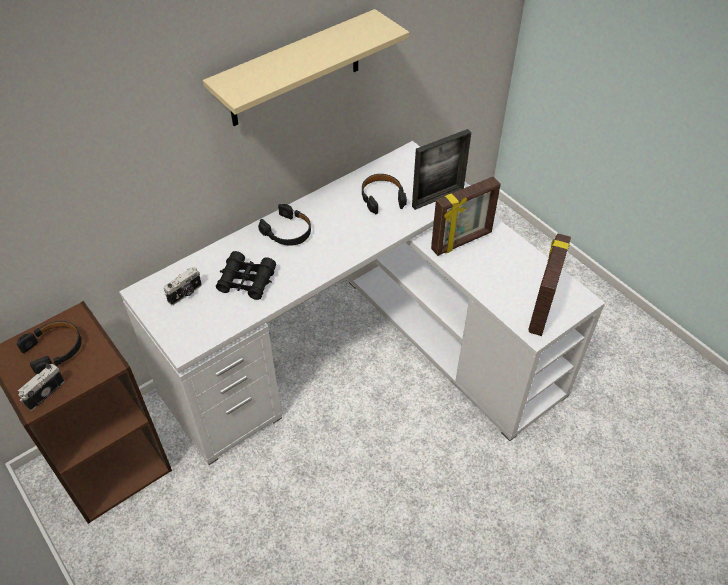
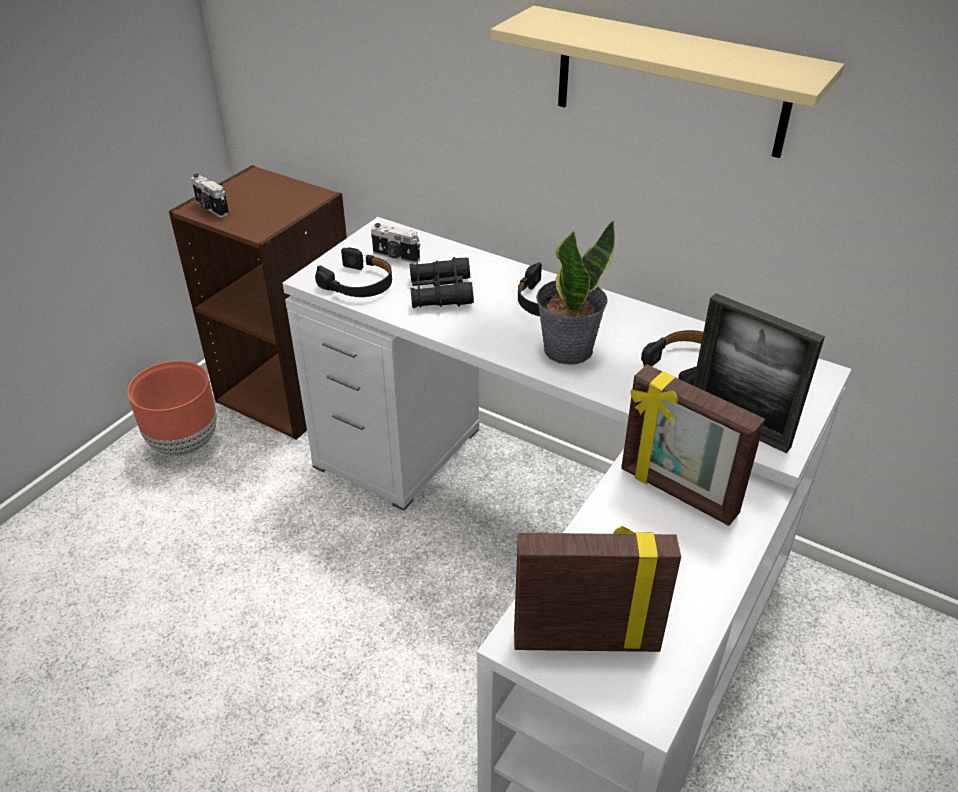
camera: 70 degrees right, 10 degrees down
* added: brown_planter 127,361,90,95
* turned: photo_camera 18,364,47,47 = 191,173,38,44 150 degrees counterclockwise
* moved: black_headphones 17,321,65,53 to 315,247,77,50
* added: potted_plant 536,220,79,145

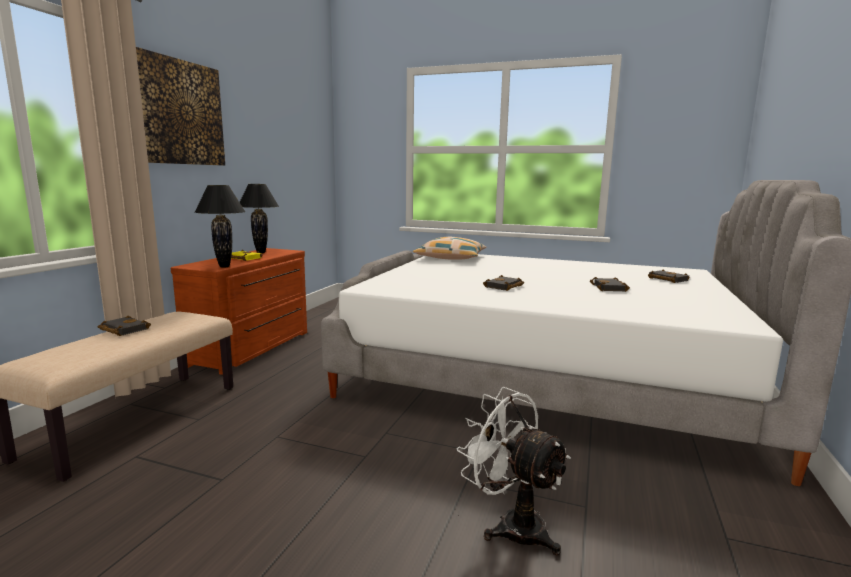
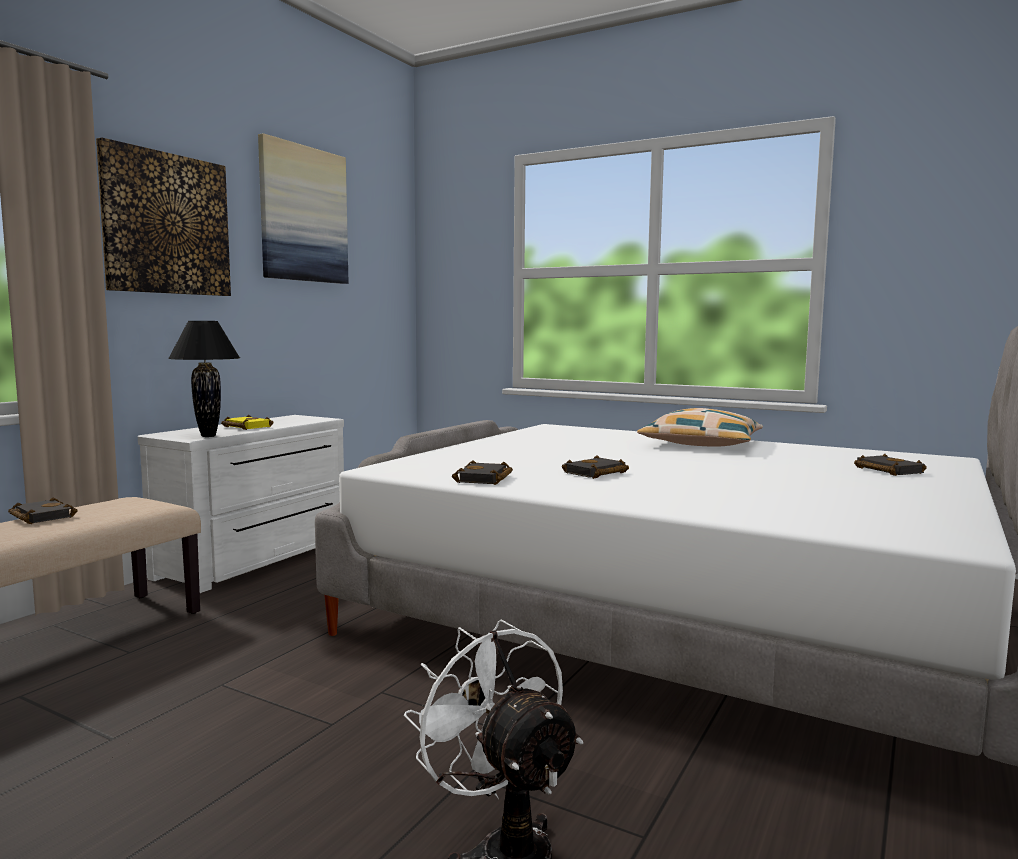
camera: 10 degrees right, 5 degrees down
* recoloured: brown_dresser 171,248,136,127 to white_dresser 138,415,206,178
* added: picture 258,133,90,151
* moved: black_book 590,277,40,15 to 452,460,61,25
* moved: pillow 413,237,73,23 to 637,408,126,39
* removed: black_table_lamp 240,184,39,69

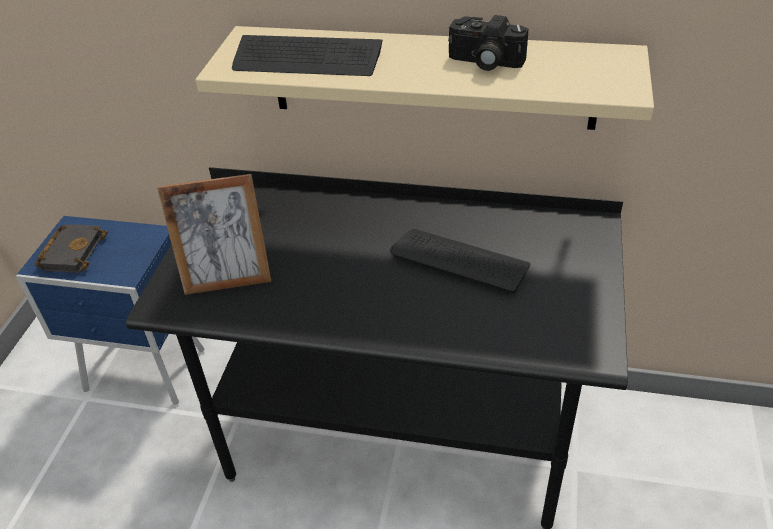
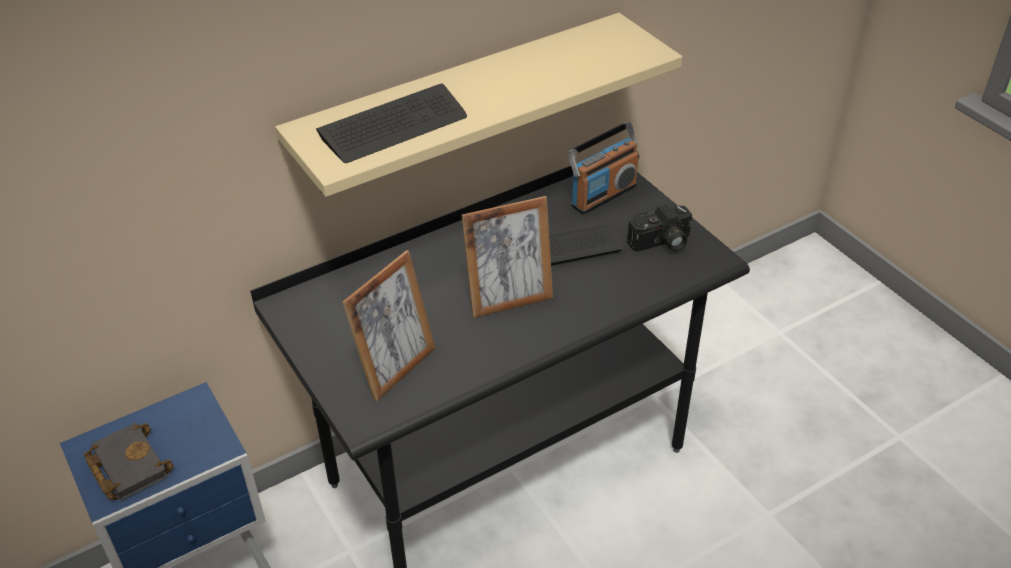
camera: 45 degrees left, 0 degrees up
* added: picture_frame 462,196,91,122
* added: radio 567,122,72,93
* moved: photo_camera 448,15,81,56 to 627,204,65,47

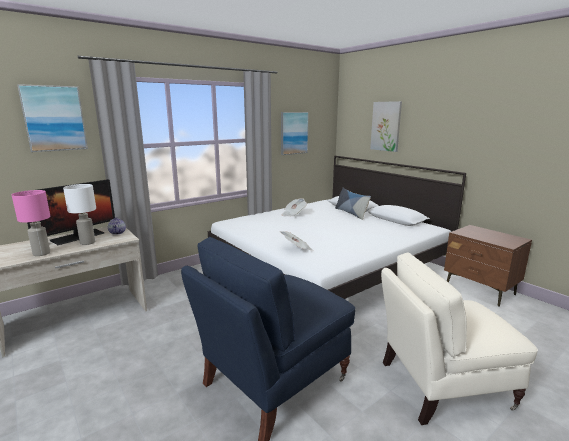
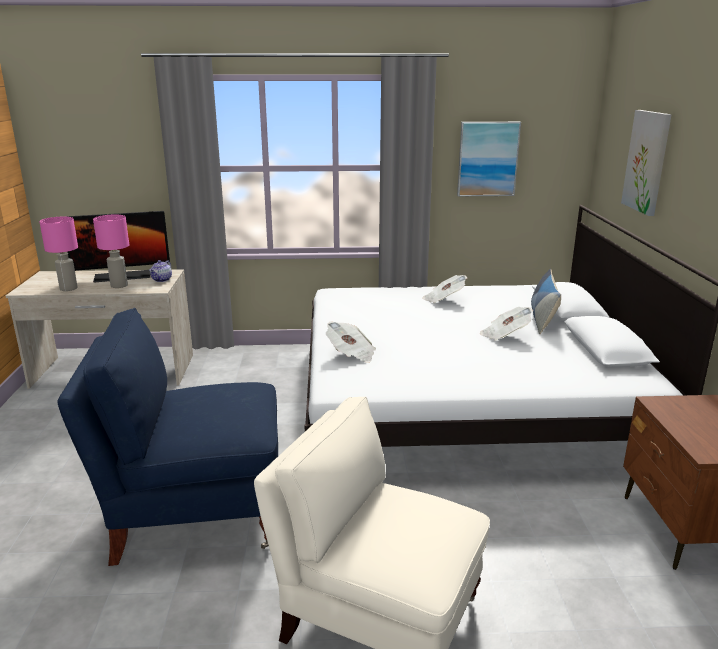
camera: 35 degrees right, 5 degrees up
* recoloured: white_table_lamp 63,184,33,61 to pink_table_lamp 93,215,36,73
* added: newspaper 480,307,53,33
* removed: picture 17,84,71,68

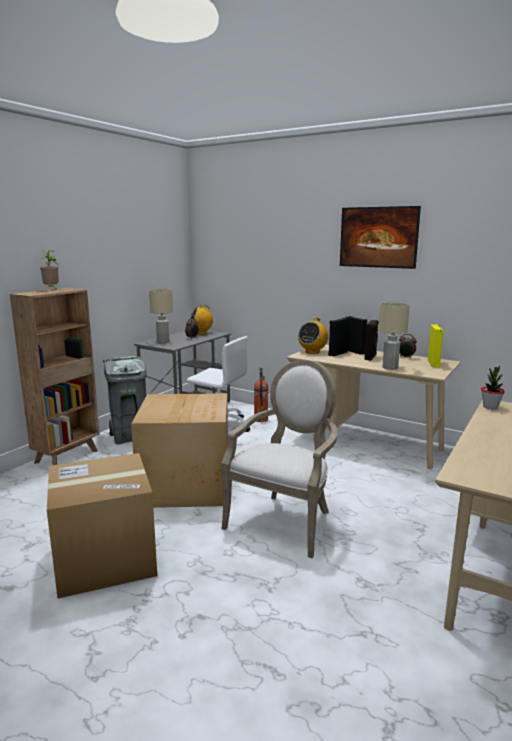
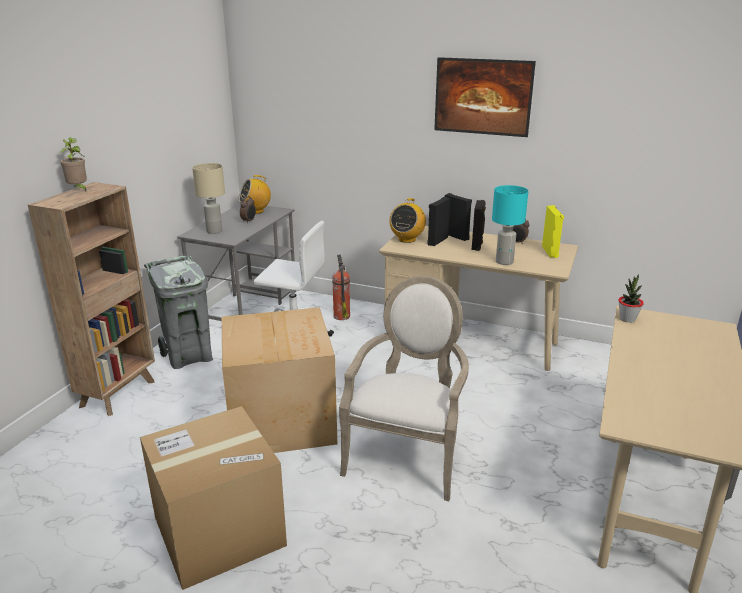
camera: 10 degrees left, 10 degrees up
* recoloured: beige_table_lamp 379,302,31,68 to turquoise_table_lamp 492,185,37,80

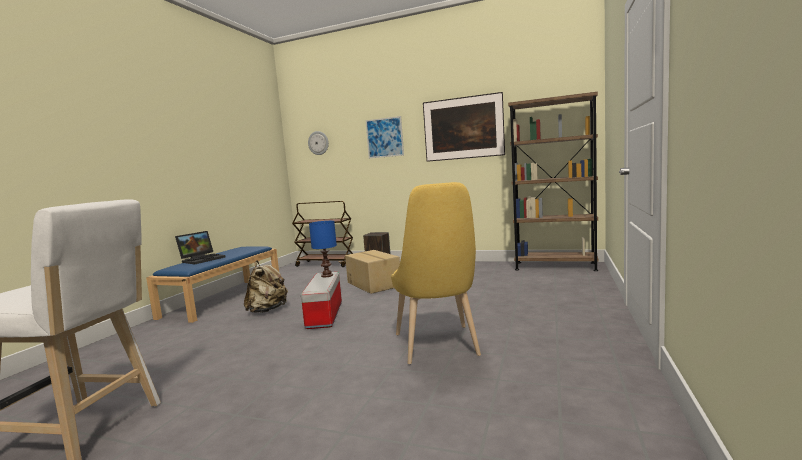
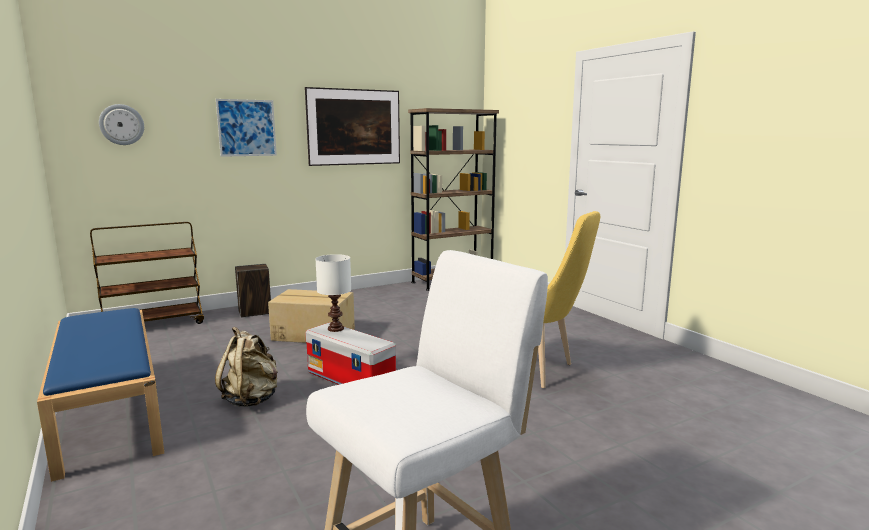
camera: 50 degrees left, 5 degrees up
* recoloured: blue_table_lamp 309,221,28,56 to white_table_lamp 315,254,36,78
* removed: laptop 175,231,51,34

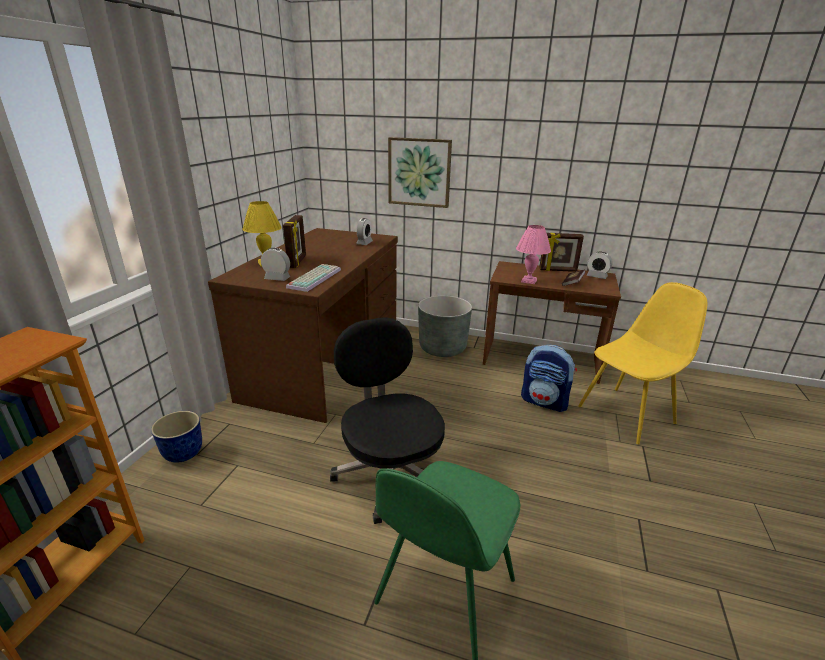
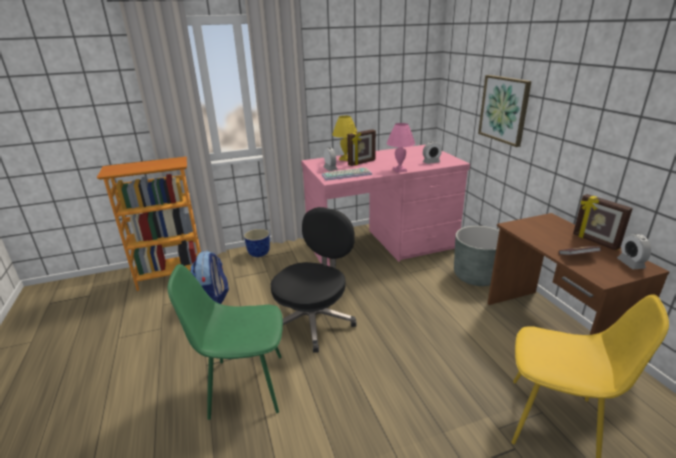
camera: 55 degrees right, 0 degrees up
* moved: backpack 521,345,56,67 to 190,250,39,54
* recoloured: brown_desk 208,228,190,195 to pink_desk 301,145,169,121
* moved: pink_table_lamp 516,225,35,59 to 386,123,29,50

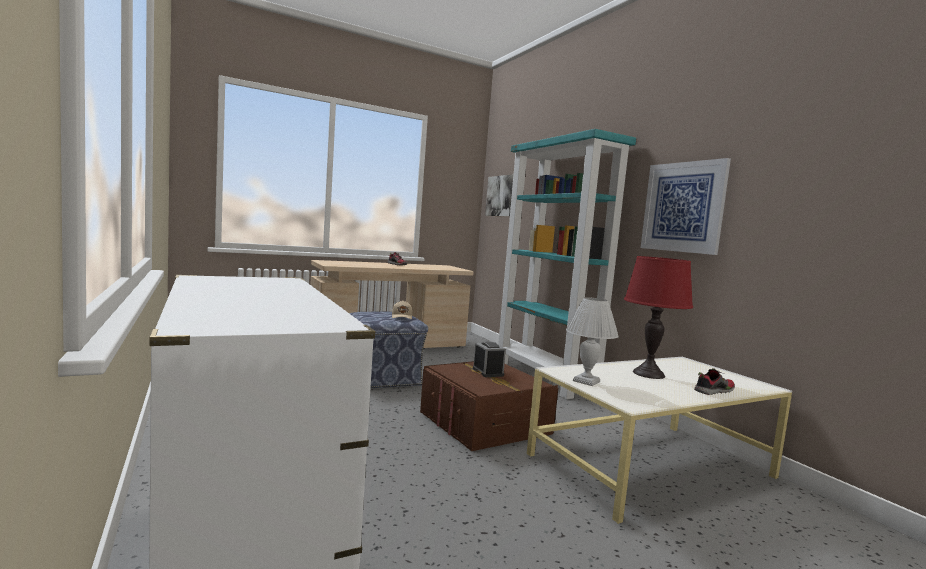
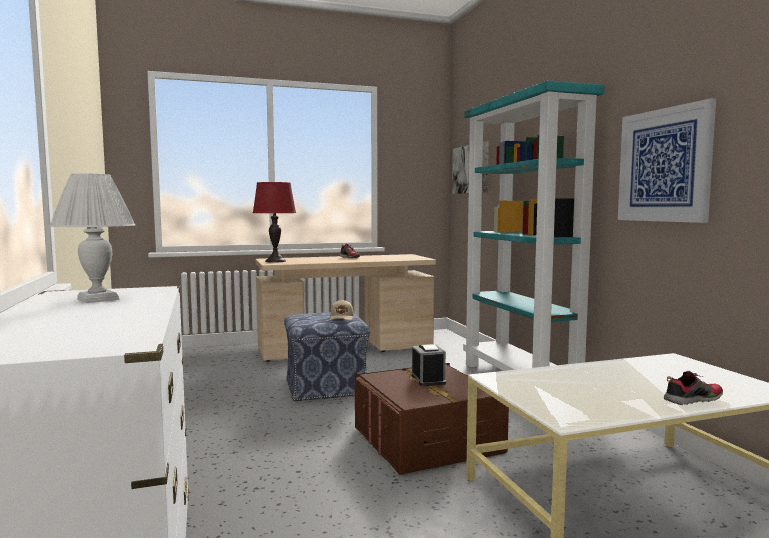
camera: 10 degrees right, 0 degrees up
* moved: white_table_lamp 566,297,53,89 to 49,173,86,130
* moved: red_table_lamp 624,256,69,123 to 252,182,44,81

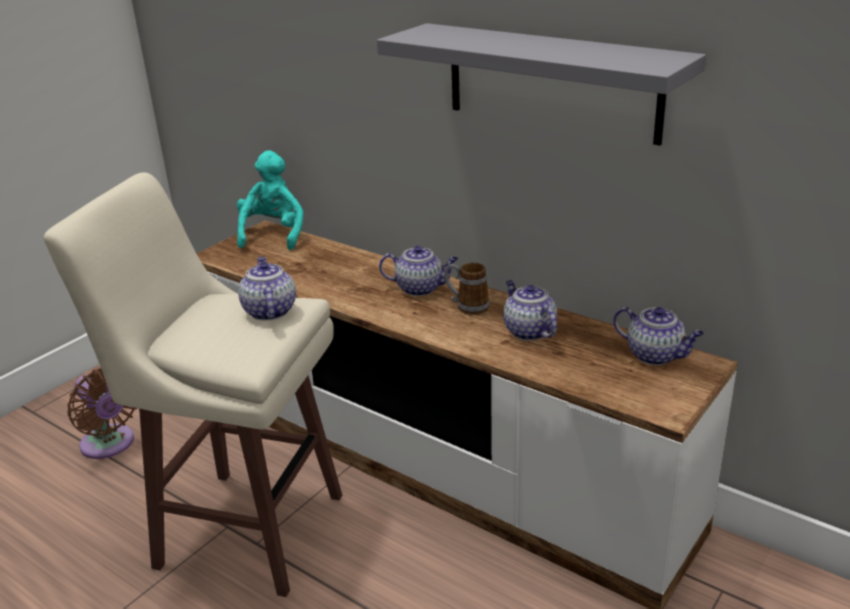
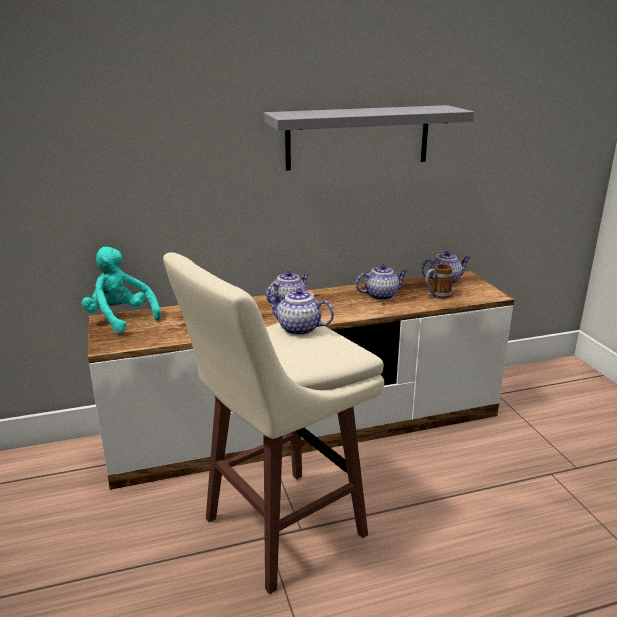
camera: 55 degrees left, 5 degrees down
* turned: teapot 503,280,54,61 = 356,264,52,36 150 degrees clockwise
* moved: mug 444,263,46,52 to 425,264,28,35
* removed: brown_fan 67,368,70,91

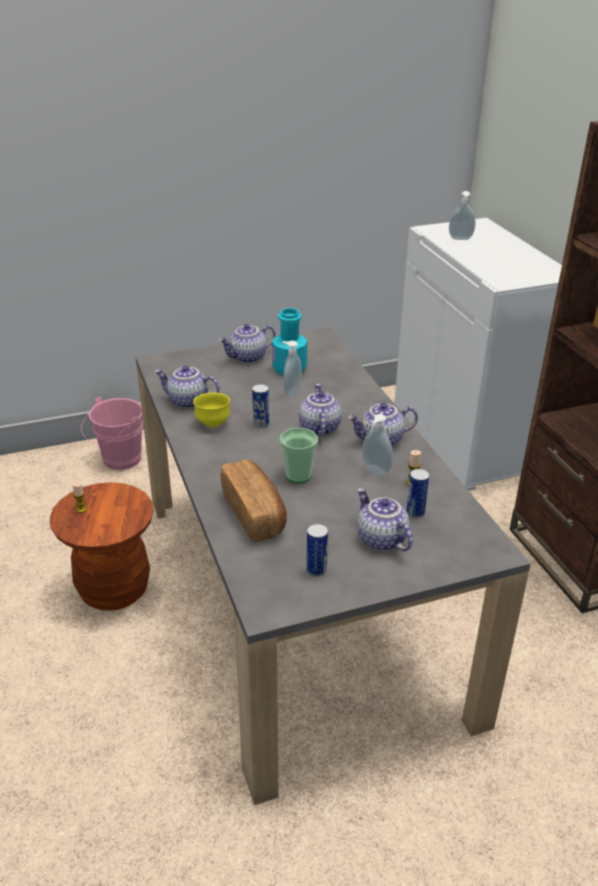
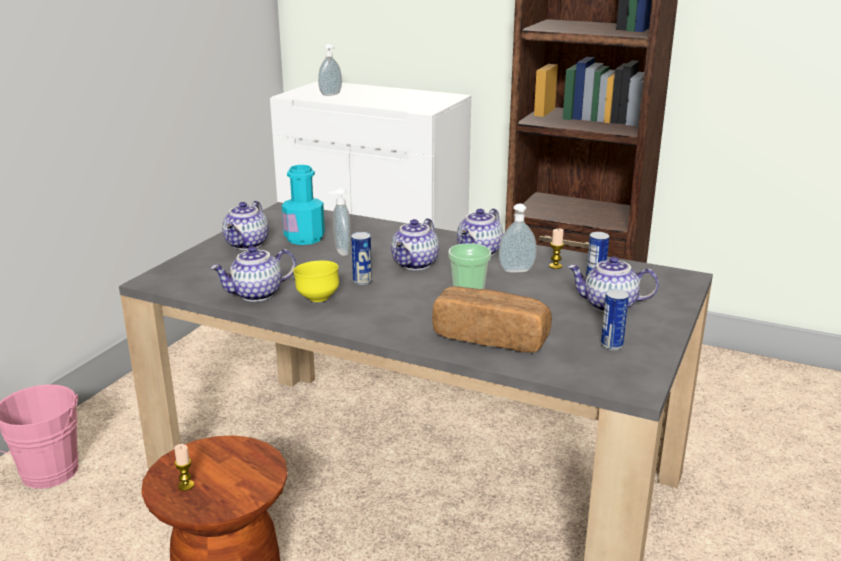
camera: 45 degrees left, 10 degrees down
* turned: teapot 299,384,43,52 = 391,218,48,52 105 degrees counterclockwise

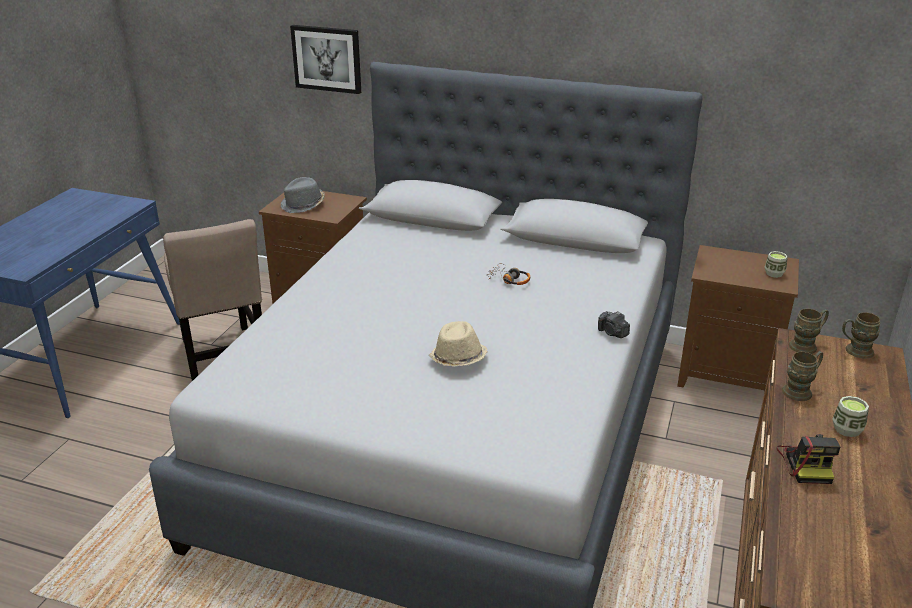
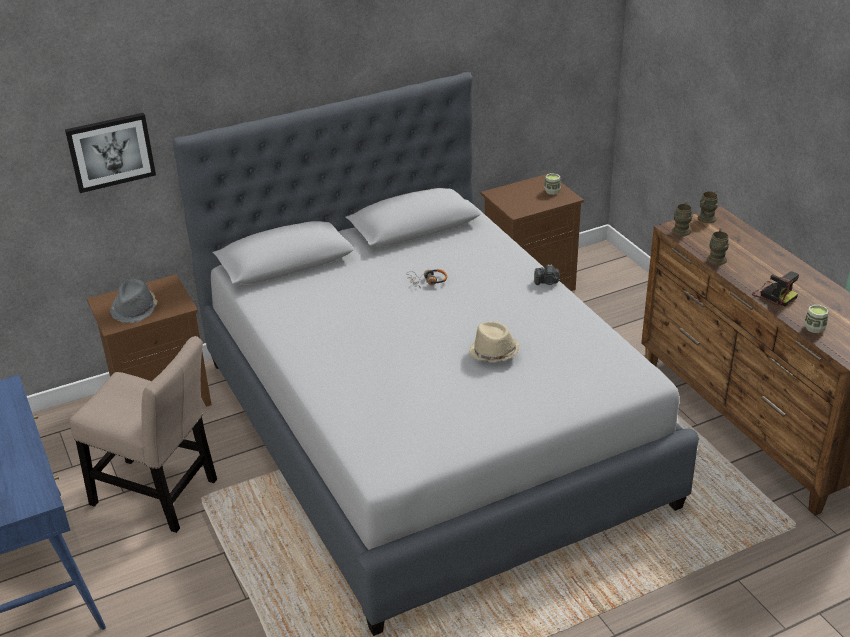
camera: 45 degrees left, 5 degrees up
* moved: cup 832,396,37,41 to 804,305,25,28

